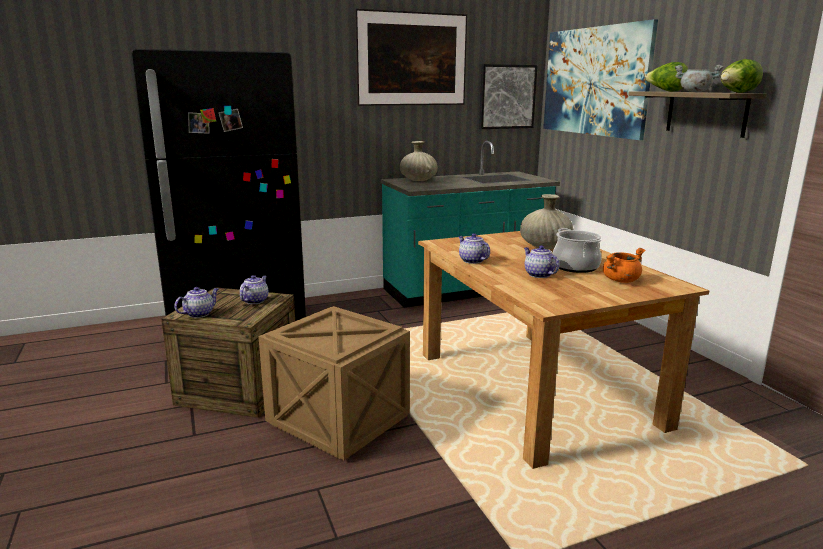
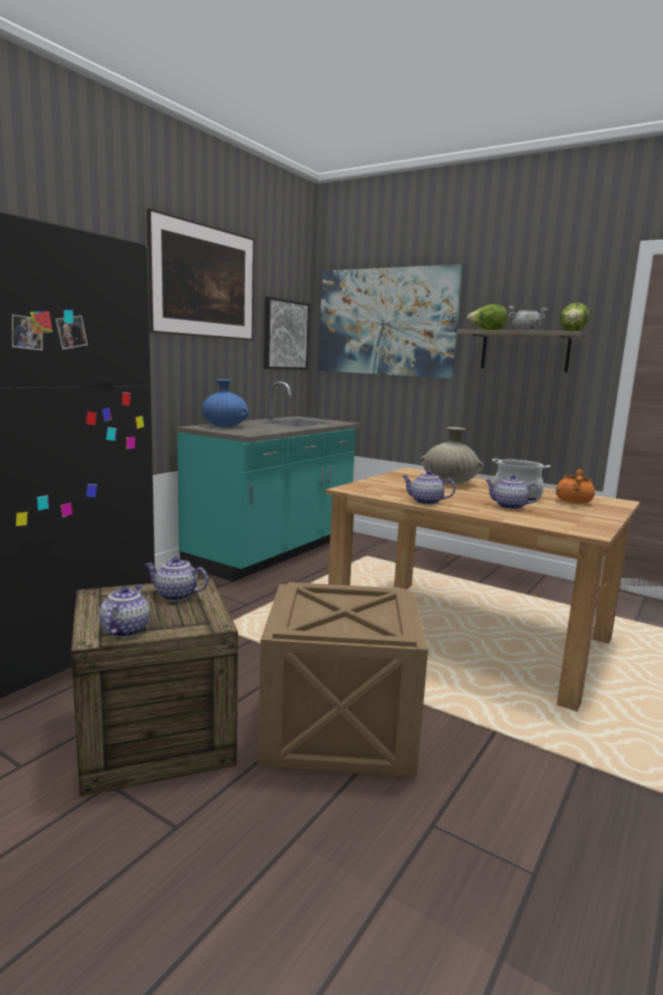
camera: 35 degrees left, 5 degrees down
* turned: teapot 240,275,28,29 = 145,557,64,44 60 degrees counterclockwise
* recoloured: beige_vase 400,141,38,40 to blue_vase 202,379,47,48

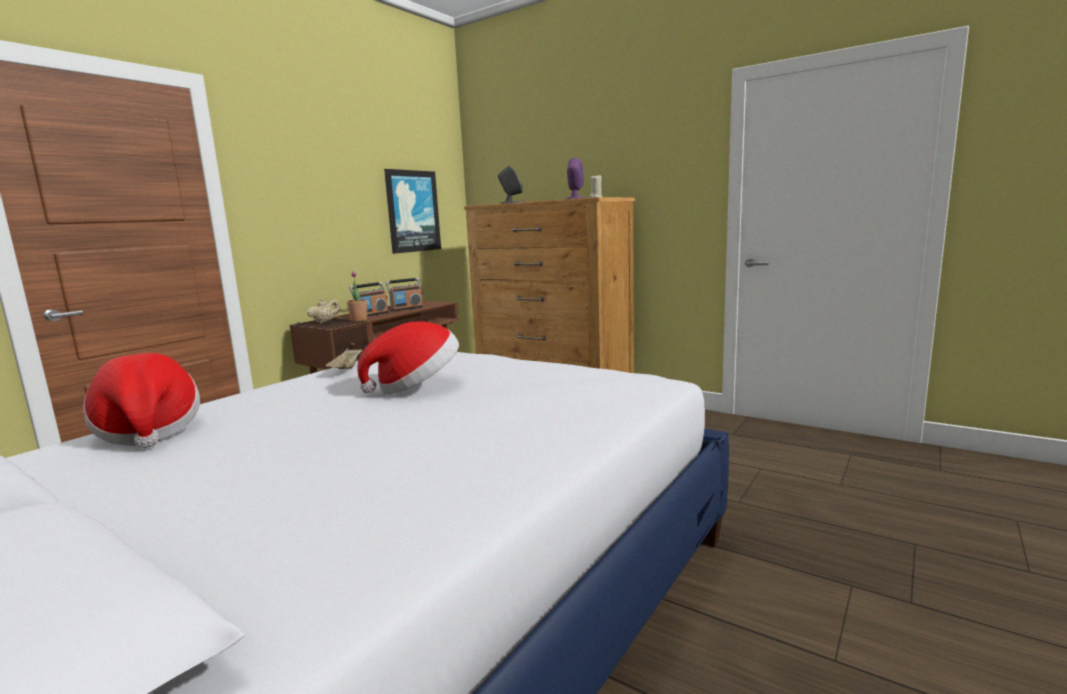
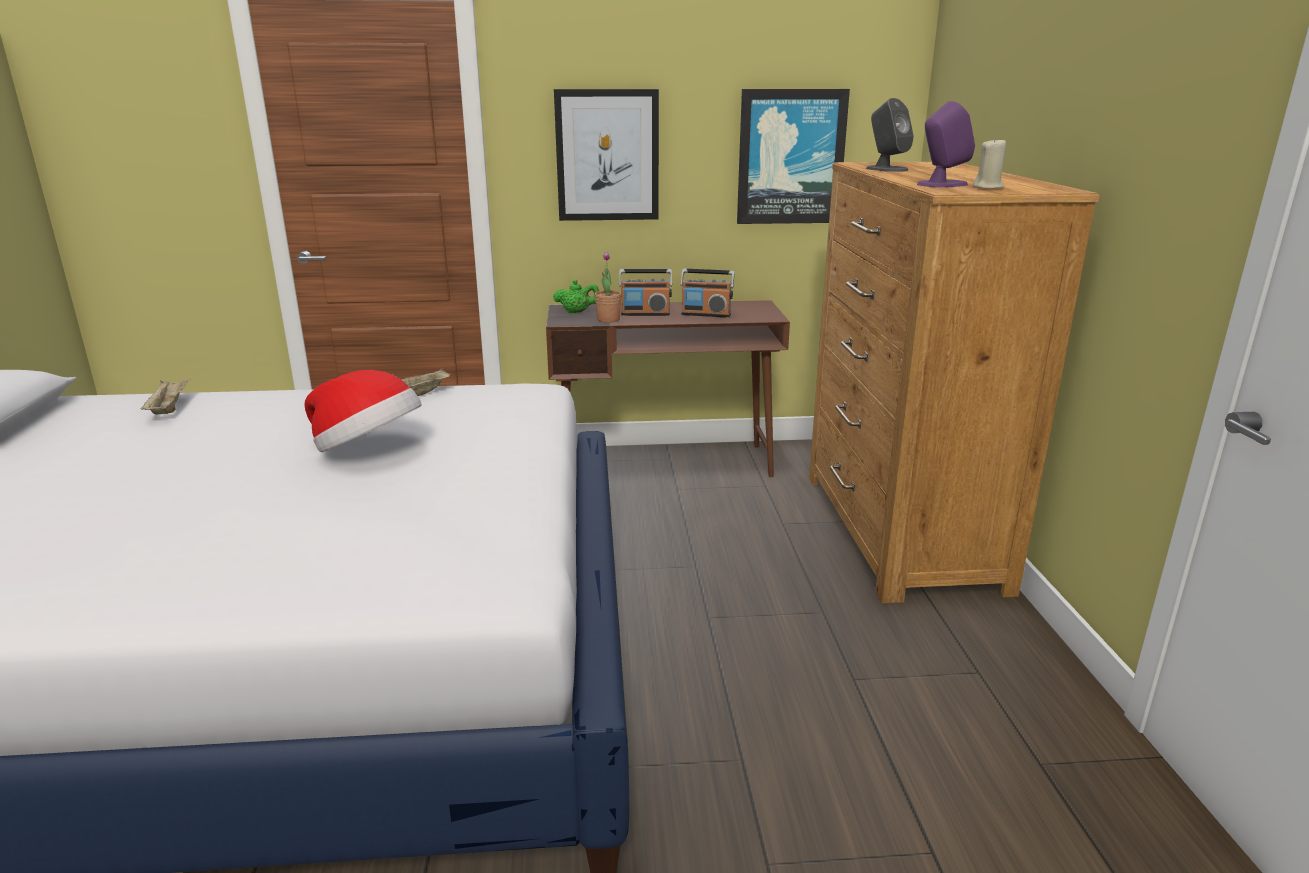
camera: 50 degrees right, 10 degrees up
* replaced: hat 83,353,117,95 to beige_tray 140,379,50,36
* recoloured: beige_teapot 307,298,33,25 to green_teapot 553,280,46,33
* added: picture 554,89,105,132

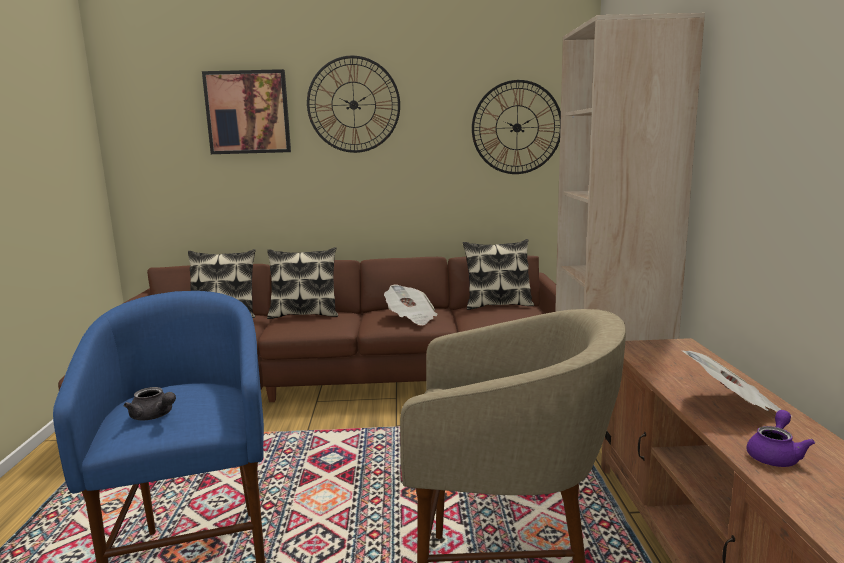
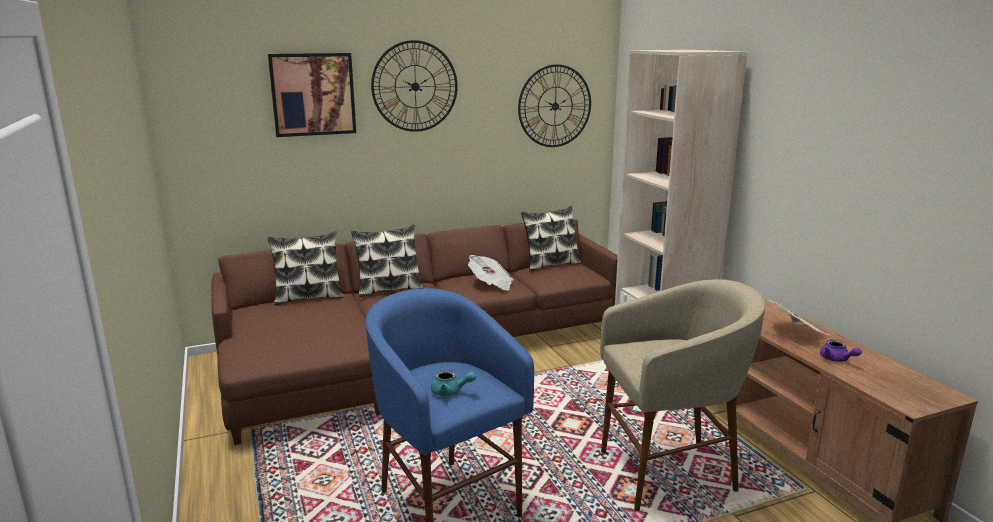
camera: 20 degrees left, 5 degrees up
* recoloured: grey_teapot 124,387,52,33 to turquoise_teapot 431,370,45,26
* turned: purple_teapot 746,410,69,57 = 820,340,42,22 135 degrees clockwise

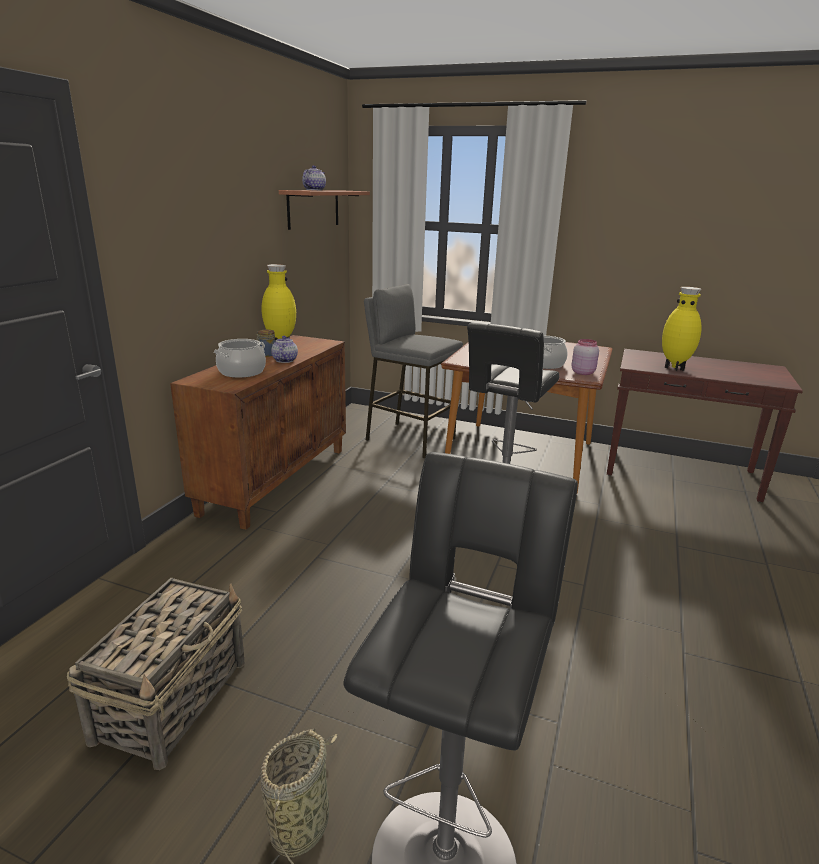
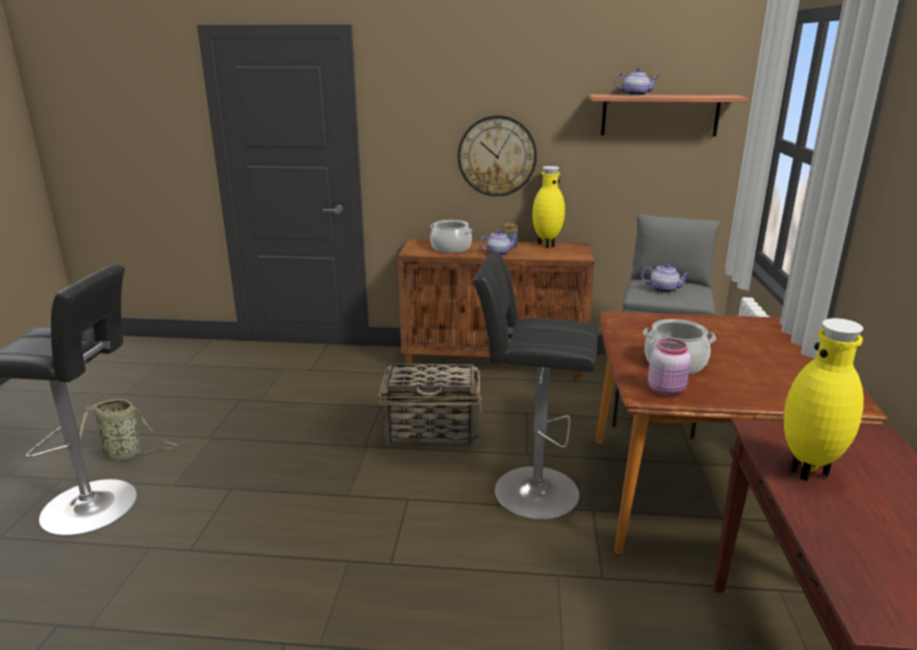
camera: 75 degrees right, 0 degrees up
* moved: basket 67,578,178,192 to 378,364,104,82
* added: wall_clock 458,115,79,81
* added: teapot 641,263,50,30

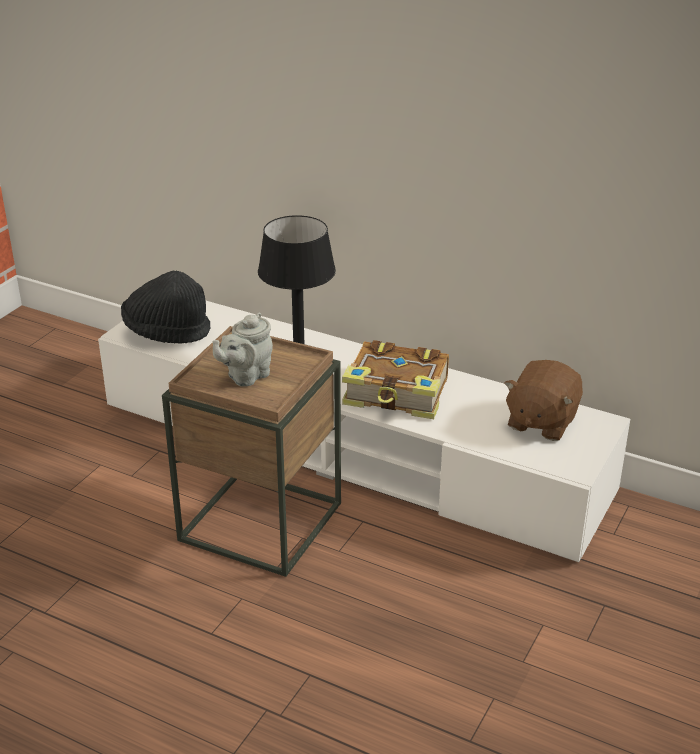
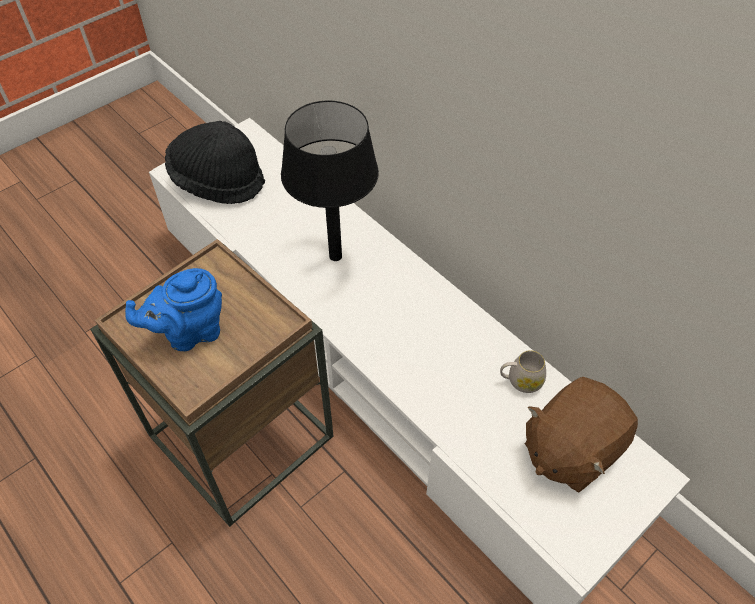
camera: 20 degrees right, 20 degrees up
* recoloured: grey_teapot 212,313,61,74 to blue_teapot 125,268,97,83
* added: white_mug 500,350,46,43
* removed: book 342,340,107,79

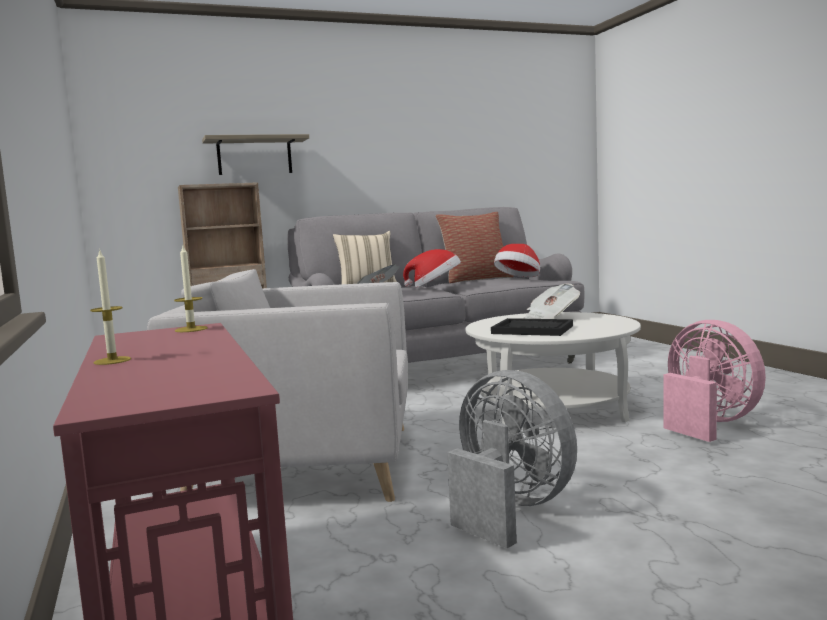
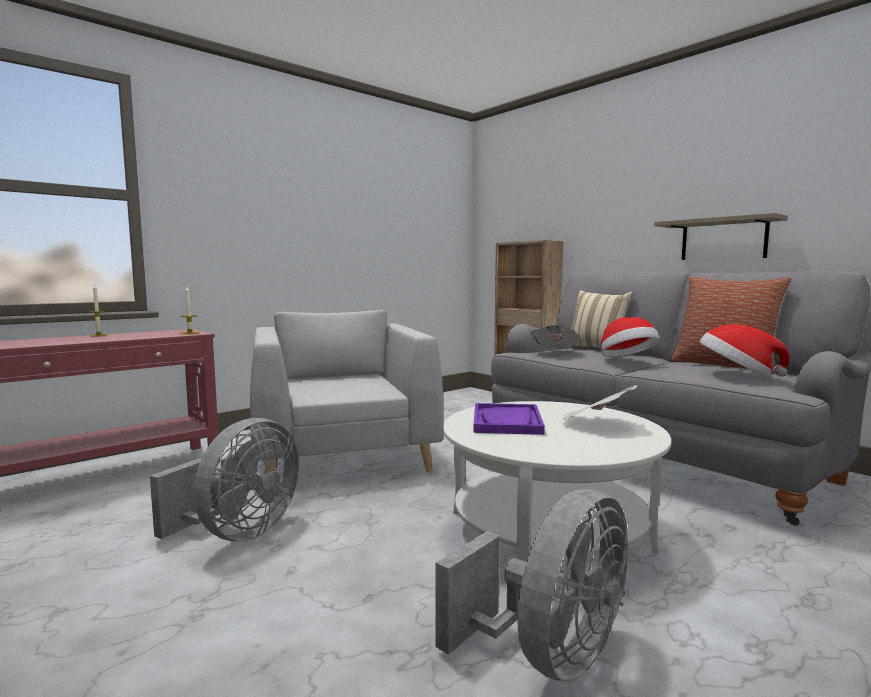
camera: 70 degrees right, 0 degrees up
* recoloured: pink_fan 663,320,103,122 to grey_fan 436,489,192,194
* recoloured: black_tray 491,318,82,18 to purple_tray 473,403,72,32
* moved: shelf 202,134,107,41 to 654,213,134,47

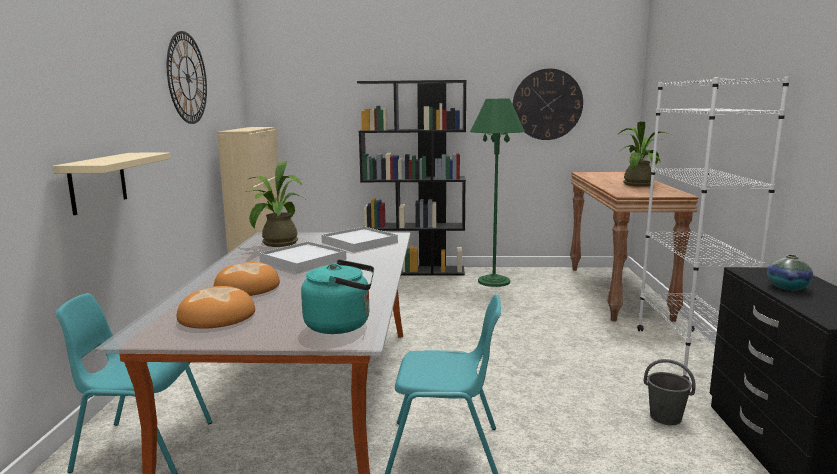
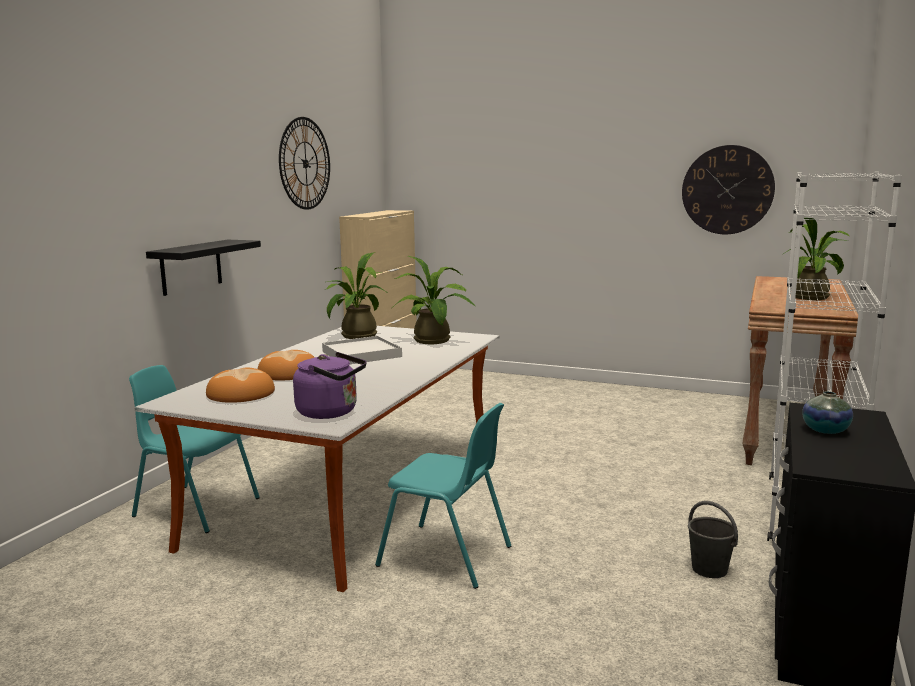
camera: 20 degrees right, 0 degrees up
* recoloured: beige_shelf 53,152,118,63 to black_shelf 146,240,115,56
* recoloured: turquoise_kettle 301,259,73,75 to purple_kettle 293,352,73,67
* replaced: white_tray 321,226,77,27 to potted_plant 392,256,84,88
* removed: black_bookcase 357,80,110,196
* removed: green_floor_lamp 470,99,55,188

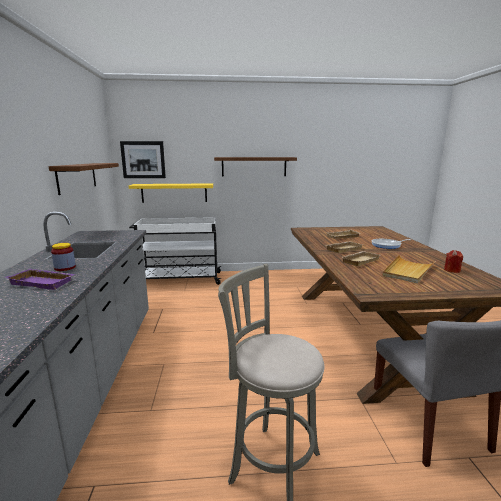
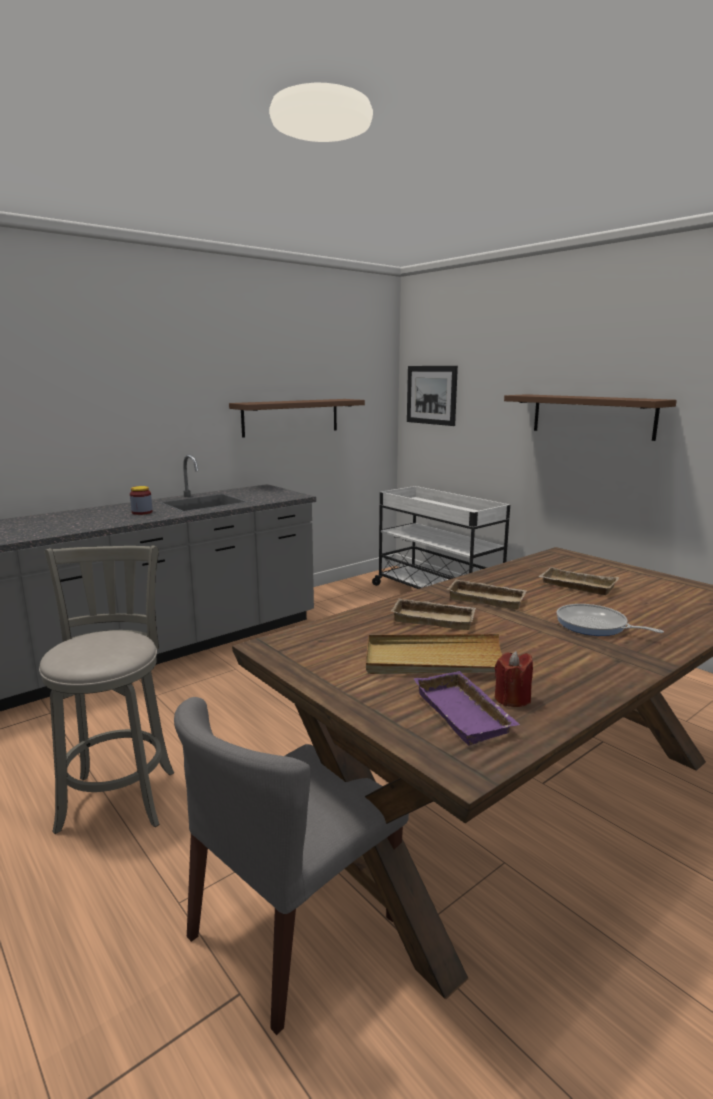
camera: 55 degrees right, 0 degrees up
* moved: purple_tray 6,269,70,21 to 414,671,106,75
* removed: yellow_shelf 129,183,84,20

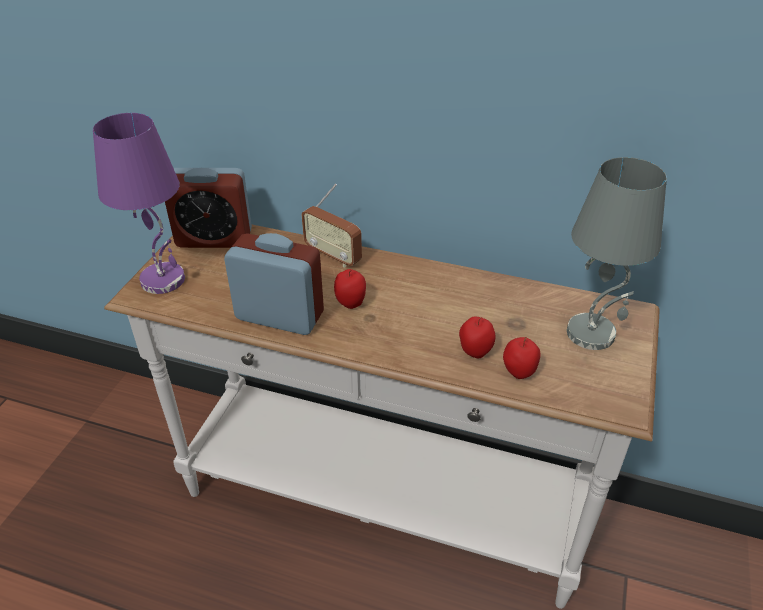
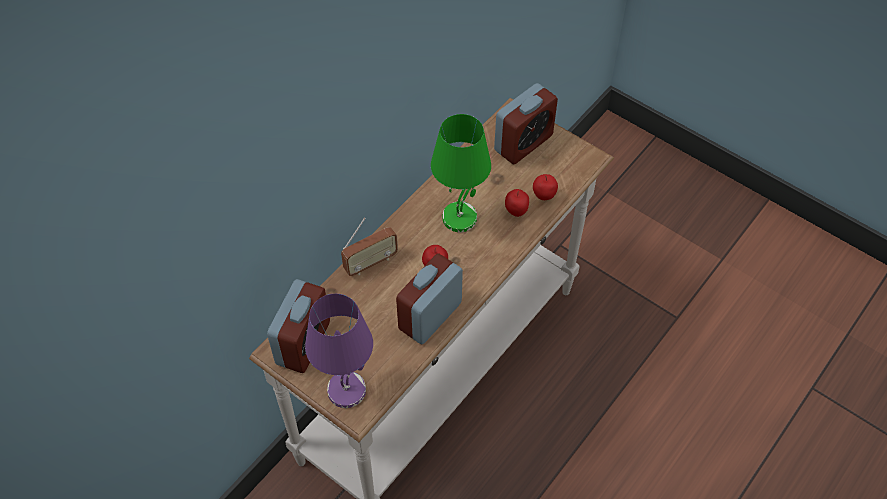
camera: 70 degrees left, 15 degrees up
* added: green_table_lamp 431,114,60,118
* replaced: grey_table_lamp 567,157,100,193 to alarm_clock 494,83,64,81

